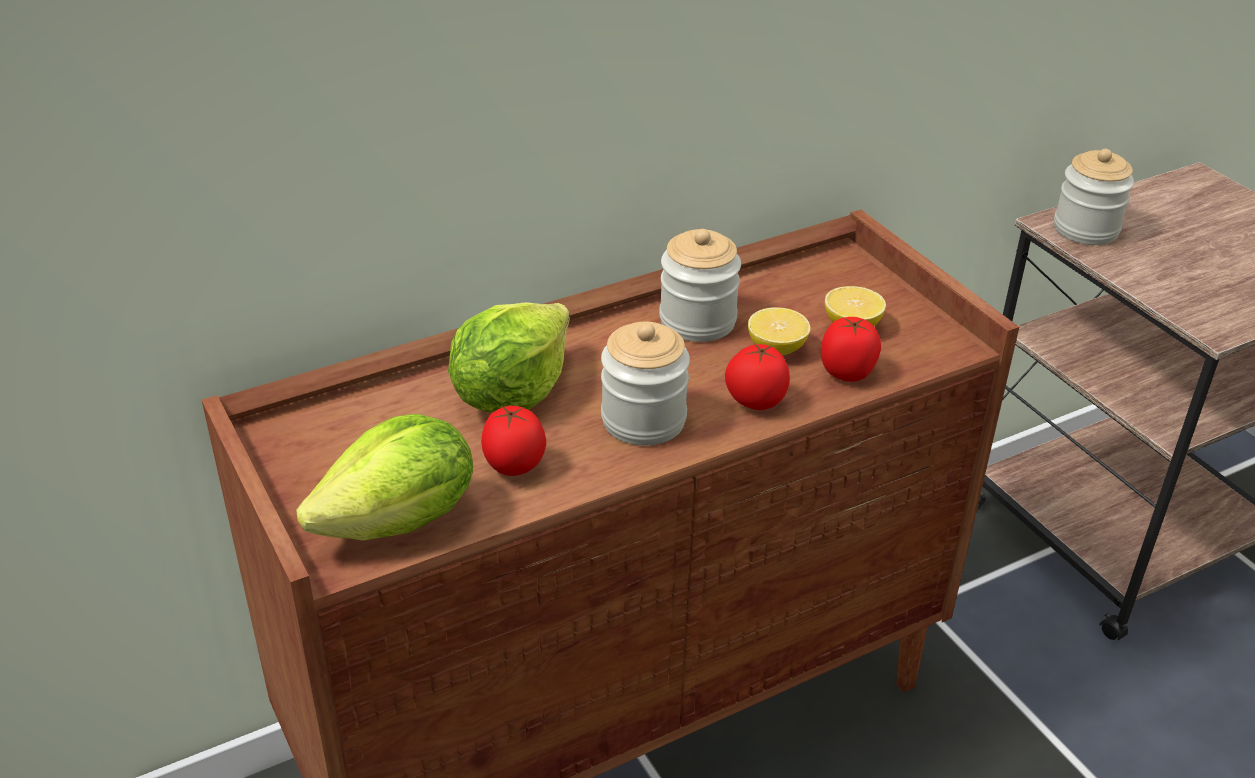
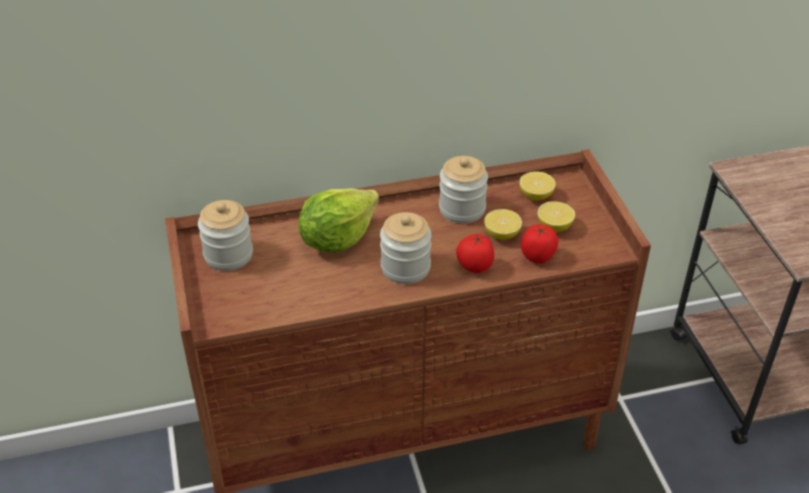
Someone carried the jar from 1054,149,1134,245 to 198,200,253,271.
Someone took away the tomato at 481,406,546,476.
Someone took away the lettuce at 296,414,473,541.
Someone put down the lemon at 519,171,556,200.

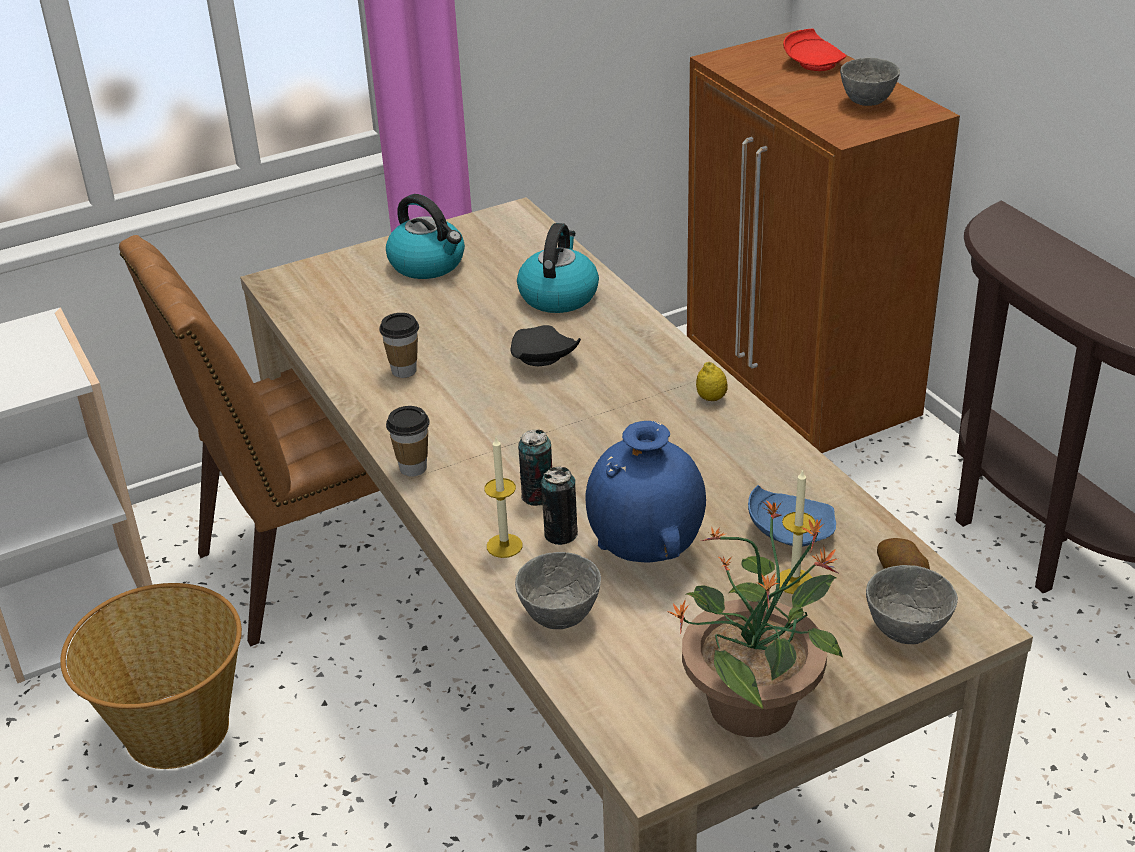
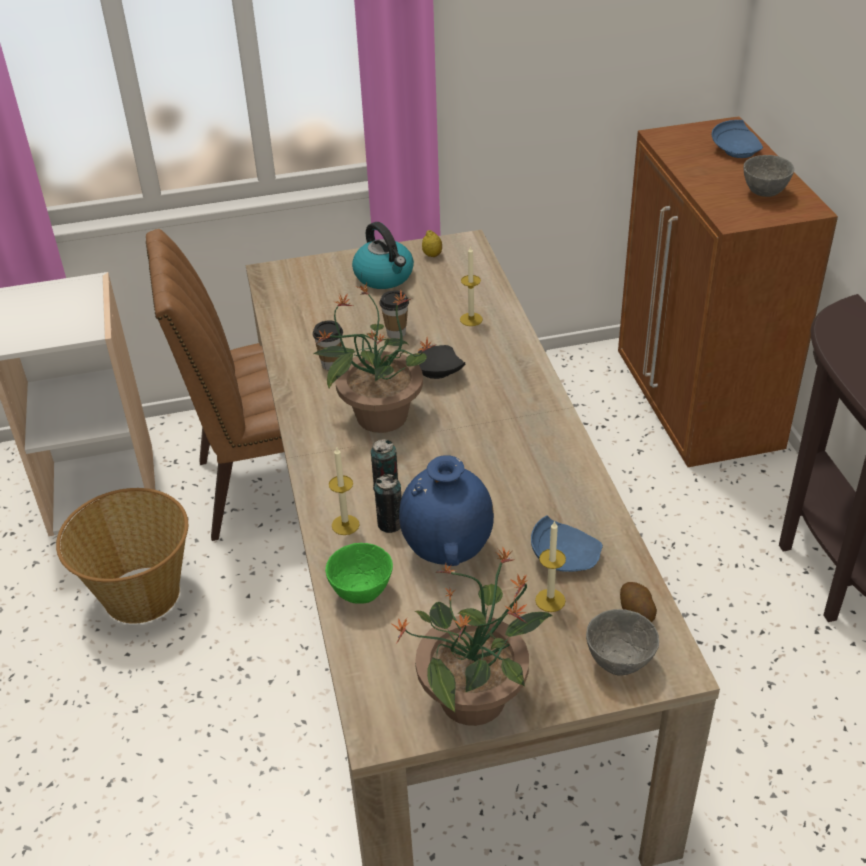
Someone repainted the red plate at 783,29,846,71, which became the blue plate at 712,120,763,158.
Someone swapped the kettle at 517,223,599,313 for the candle at 460,246,483,326.
Someone carried the lemon from 696,362,728,401 to 422,230,442,257.
Someone carried the cup from 386,406,430,476 to 379,290,409,339.
Someone repainted the grey bowl at 515,552,601,629, which became the green bowl at 325,543,393,604.
Someone put down the potted plant at 314,283,437,433.

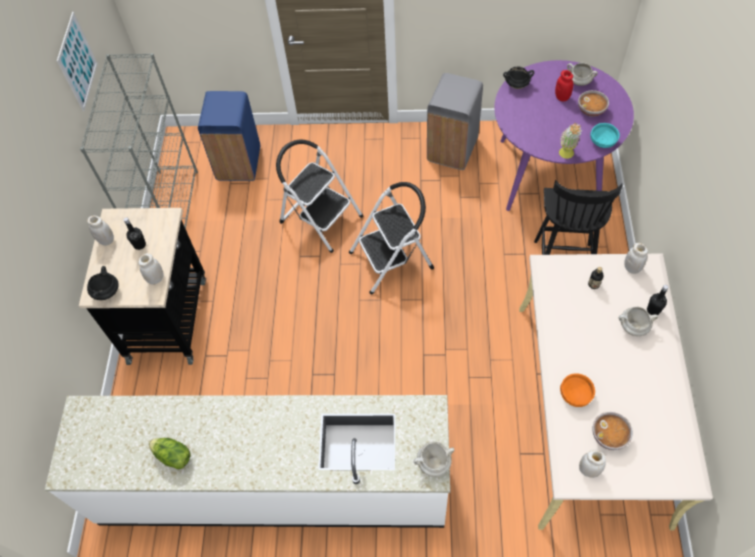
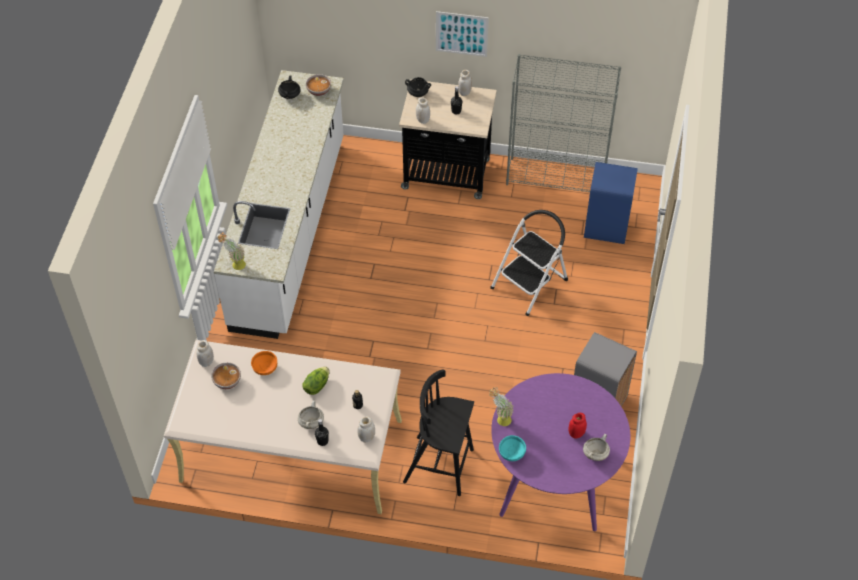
Someone carried the picture from 57,12,98,111 to 436,11,489,57.
Someone carried the black cooking pot from 503,67,534,89 to 278,75,301,99.
Someone carried the bowl from 578,90,609,117 to 306,74,331,96.
Someone took away the step ladder at 349,182,434,294.
Someone carried the lettuce from 148,438,191,469 to 302,367,330,395.
Someone swapped the white cooking pot at 414,441,455,477 for the potted plant at 217,232,246,270.

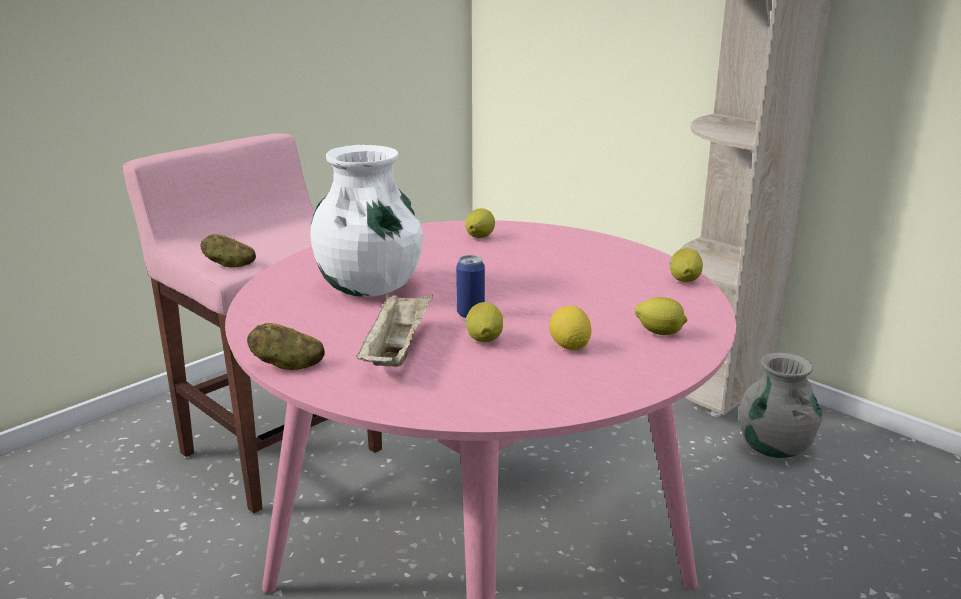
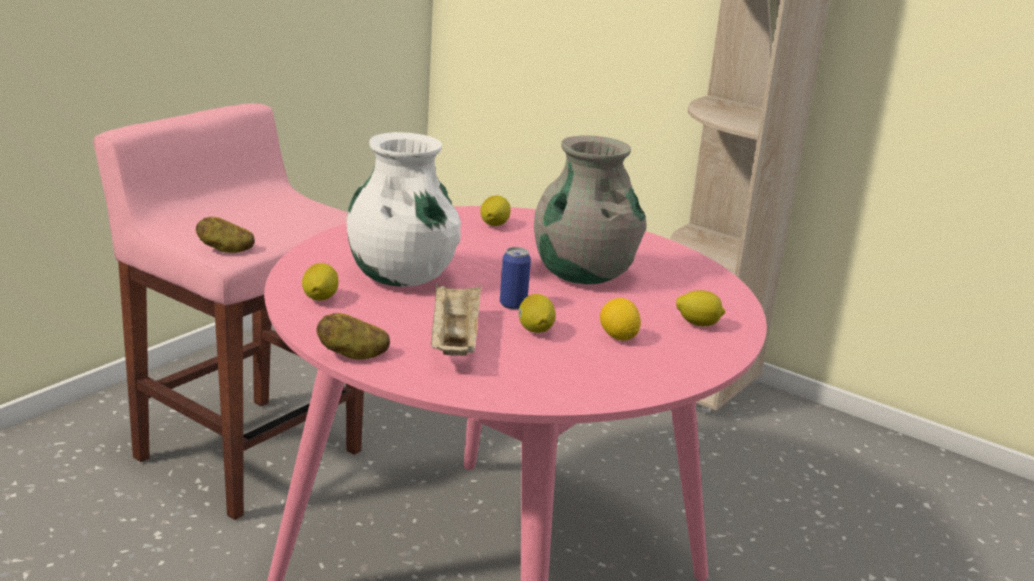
Someone carried the lemon from 670,248,703,282 to 302,263,338,301.
Someone carried the grey vase from 739,353,823,458 to 534,135,647,284.

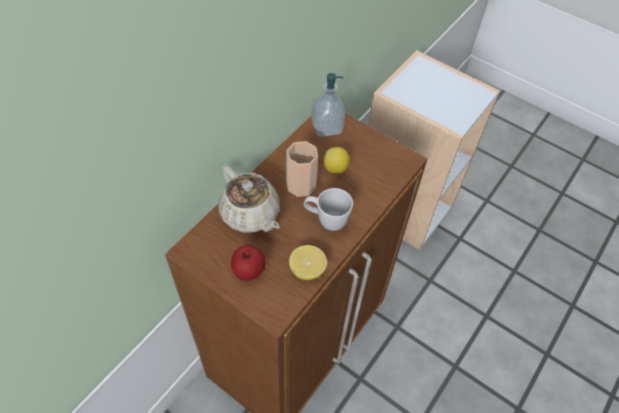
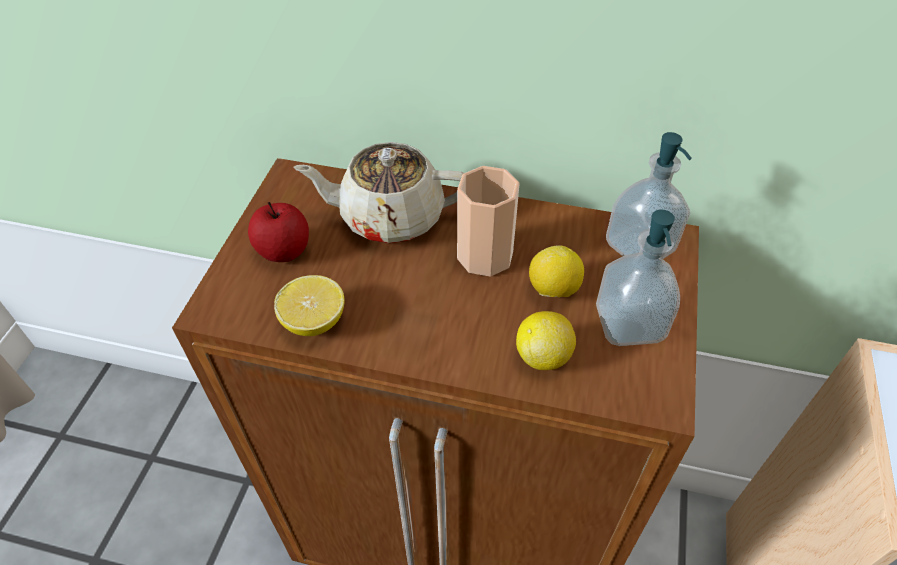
Someone rotated the beige teapot at 218,165,280,232 by 60 degrees clockwise.
Someone took away the white mug at 304,188,353,231.
Someone put down the soap dispenser at 596,209,680,346.
Someone put down the lemon at 516,311,576,370.

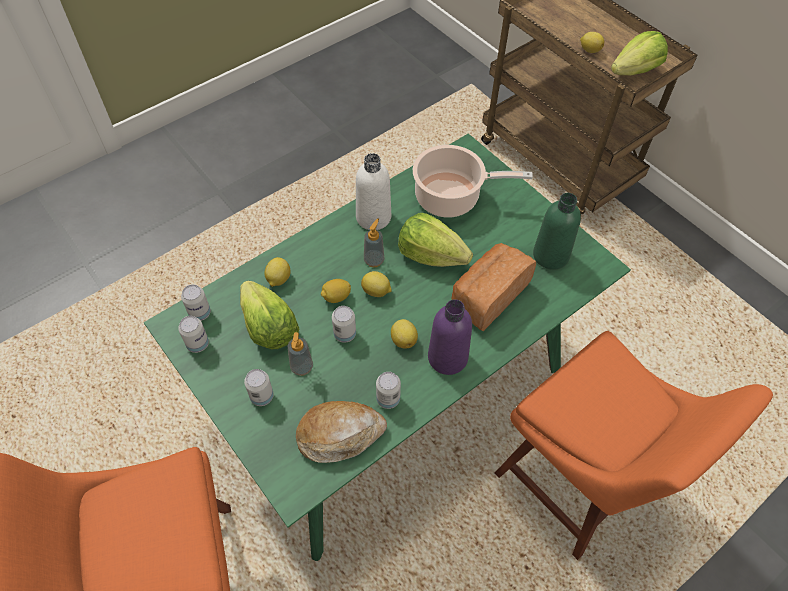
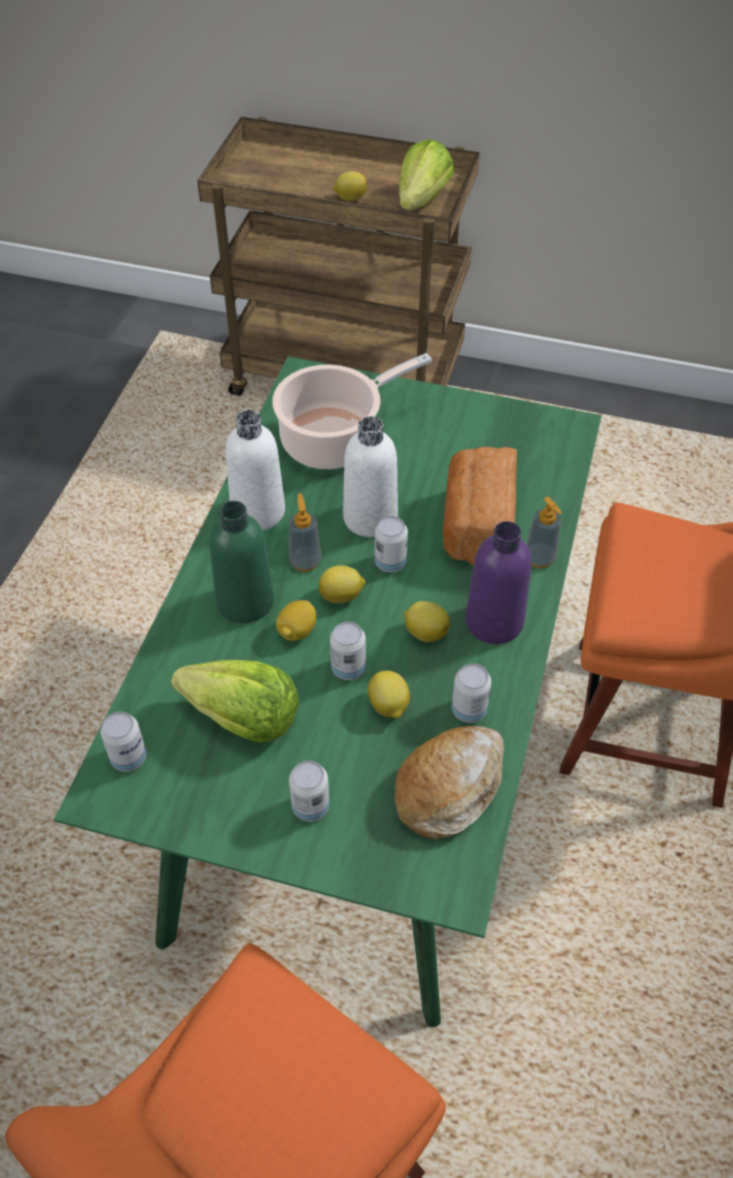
Someone carried the green bottle from 533,193,581,270 to 209,501,274,623.
Someone swapped the lettuce at 398,213,473,267 for the white bottle at 343,416,398,537.
Someone carried the lemon from 264,257,291,287 to 368,671,410,719.
Someone carried the can from 178,316,209,353 to 375,516,408,572.
Someone carried the soap dispenser from 288,332,313,376 to 527,497,562,568.

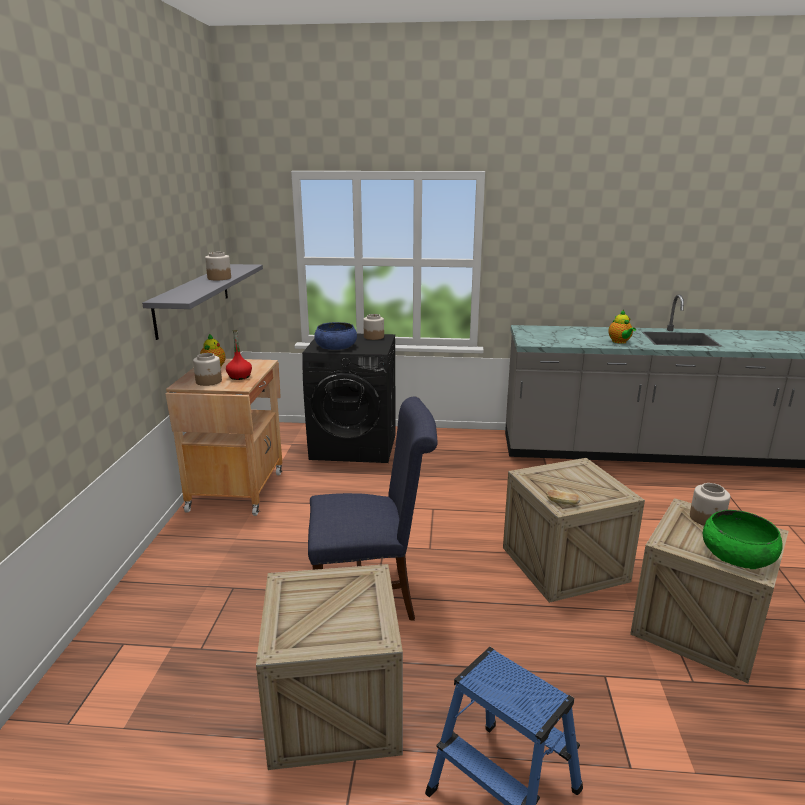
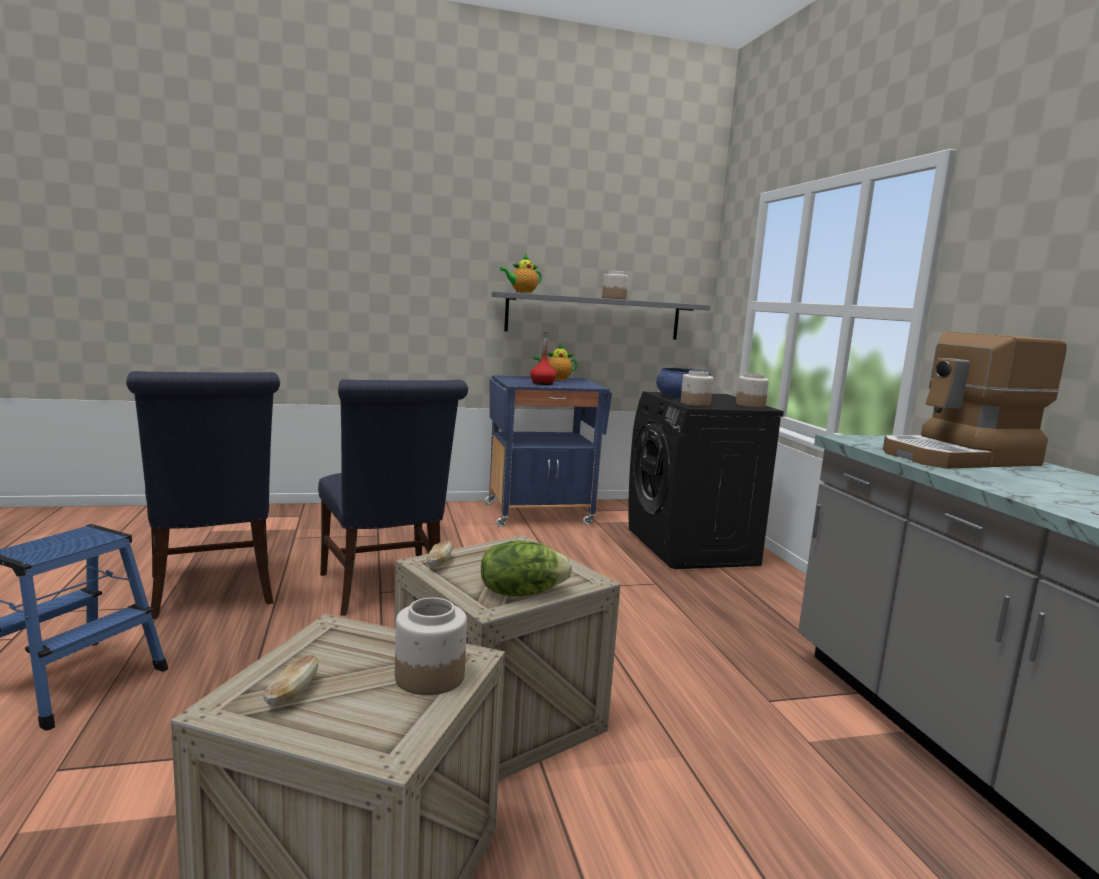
Someone carried the teapot from 608,310,636,344 to 500,254,542,293.
Someone carried the jar from 193,353,222,386 to 680,370,714,407.
Someone repainted the brown cart at 166,359,283,516, which became the blue cart at 485,375,612,527.
Someone swapped the green bowl at 703,510,783,569 for the bread at 263,655,318,706.
Someone swapped the crate at 256,564,403,770 for the blue chair at 126,371,280,619.
Someone put down the coffee machine at 883,332,1067,468.
Someone put down the lettuce at 481,540,572,597.

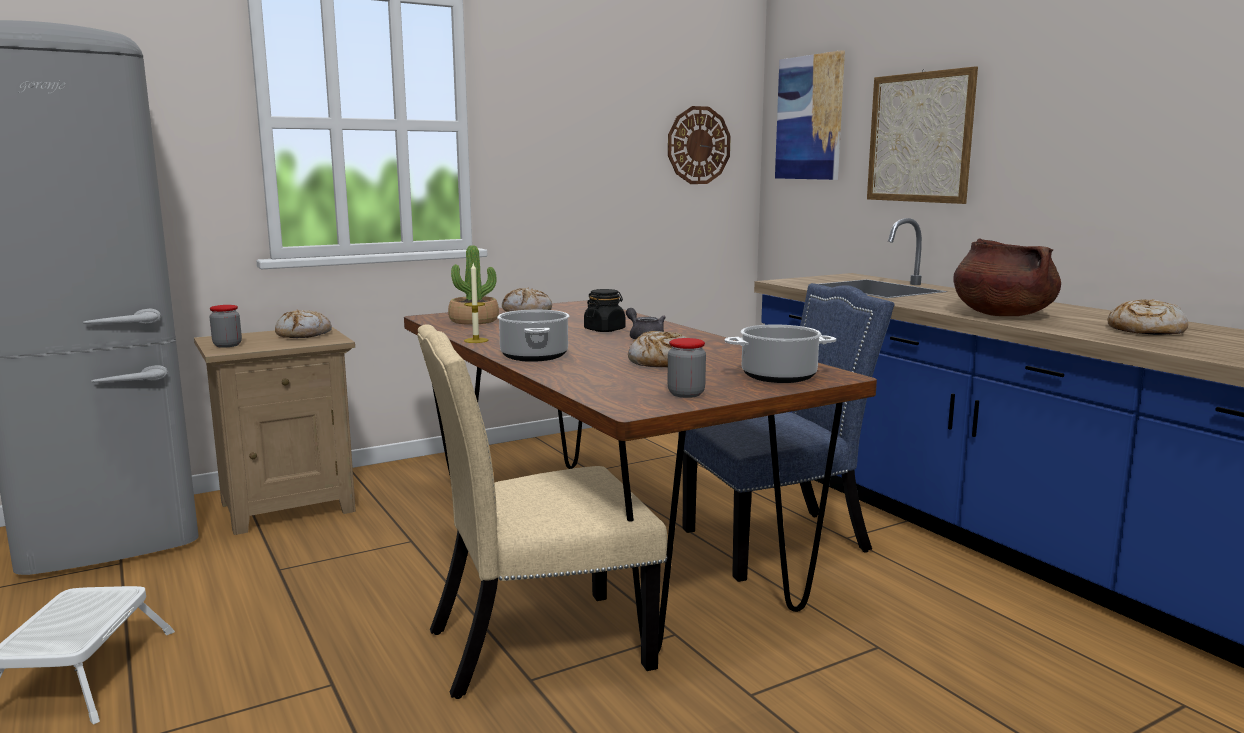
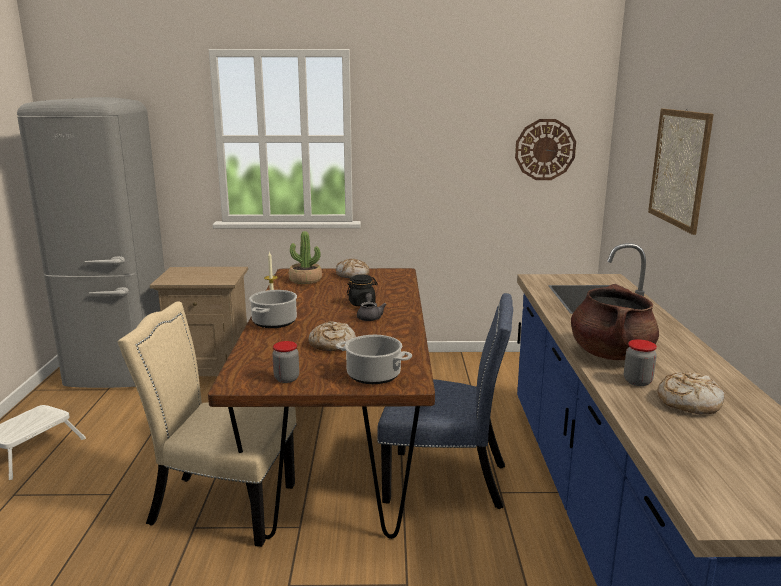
Someone took away the picture at 775,50,845,180.
Someone carried the jar from 210,305,242,348 to 624,339,657,386.
Someone took away the bread at 275,310,332,338.

